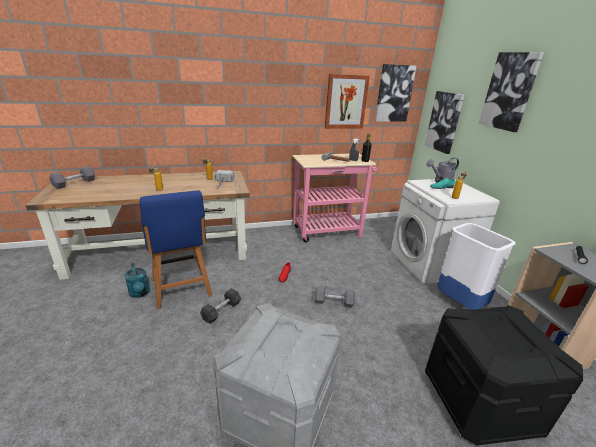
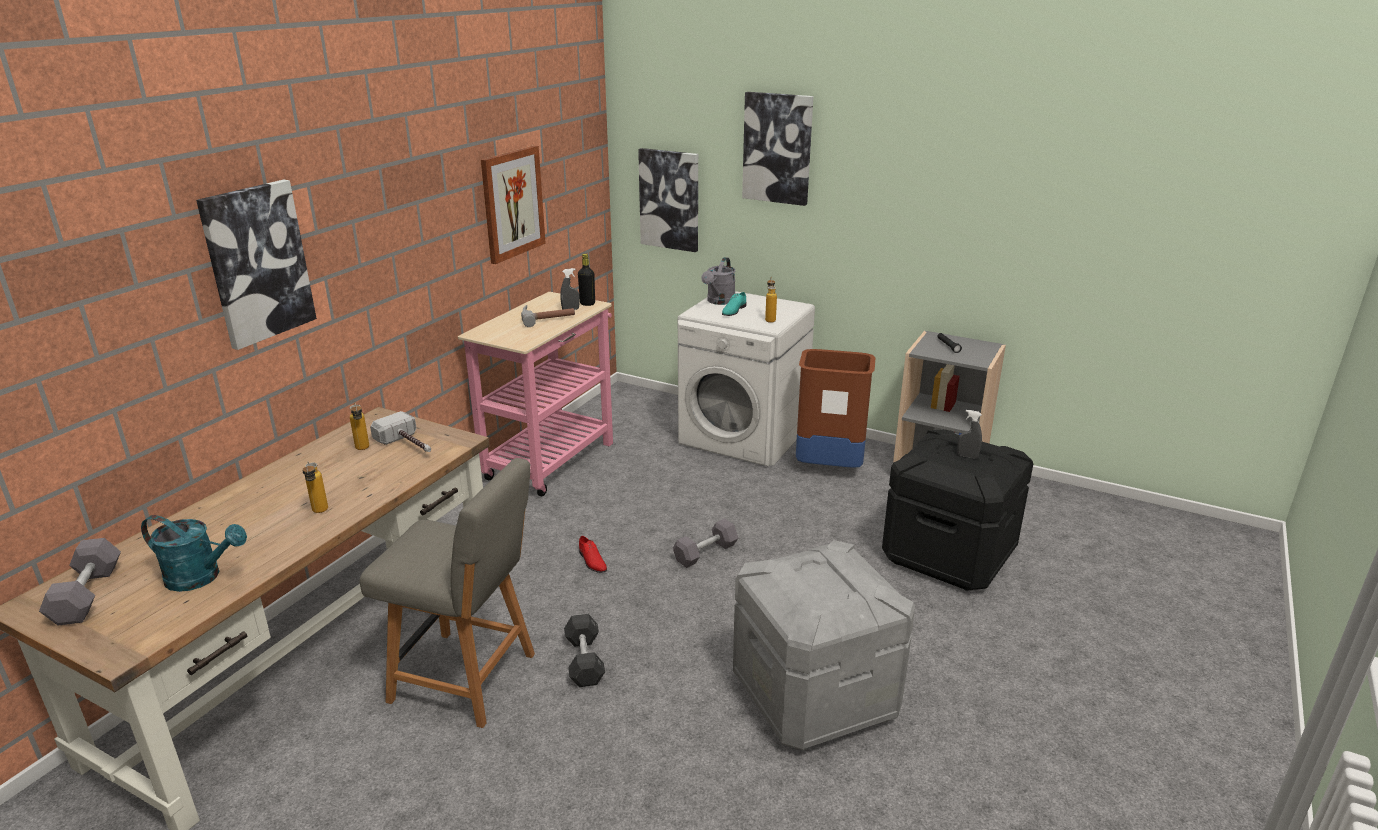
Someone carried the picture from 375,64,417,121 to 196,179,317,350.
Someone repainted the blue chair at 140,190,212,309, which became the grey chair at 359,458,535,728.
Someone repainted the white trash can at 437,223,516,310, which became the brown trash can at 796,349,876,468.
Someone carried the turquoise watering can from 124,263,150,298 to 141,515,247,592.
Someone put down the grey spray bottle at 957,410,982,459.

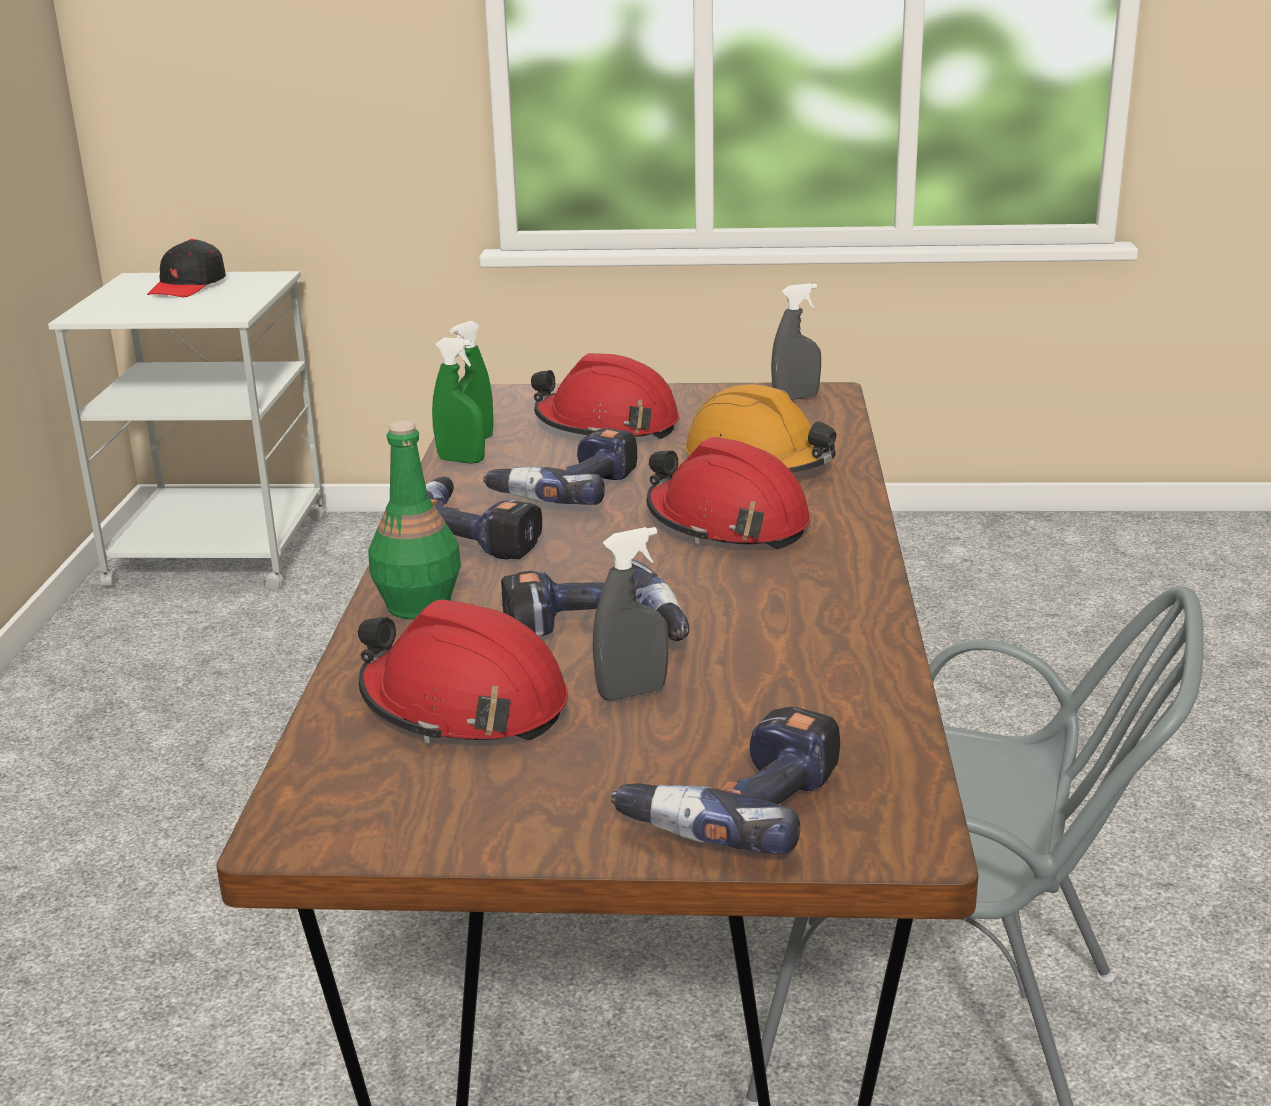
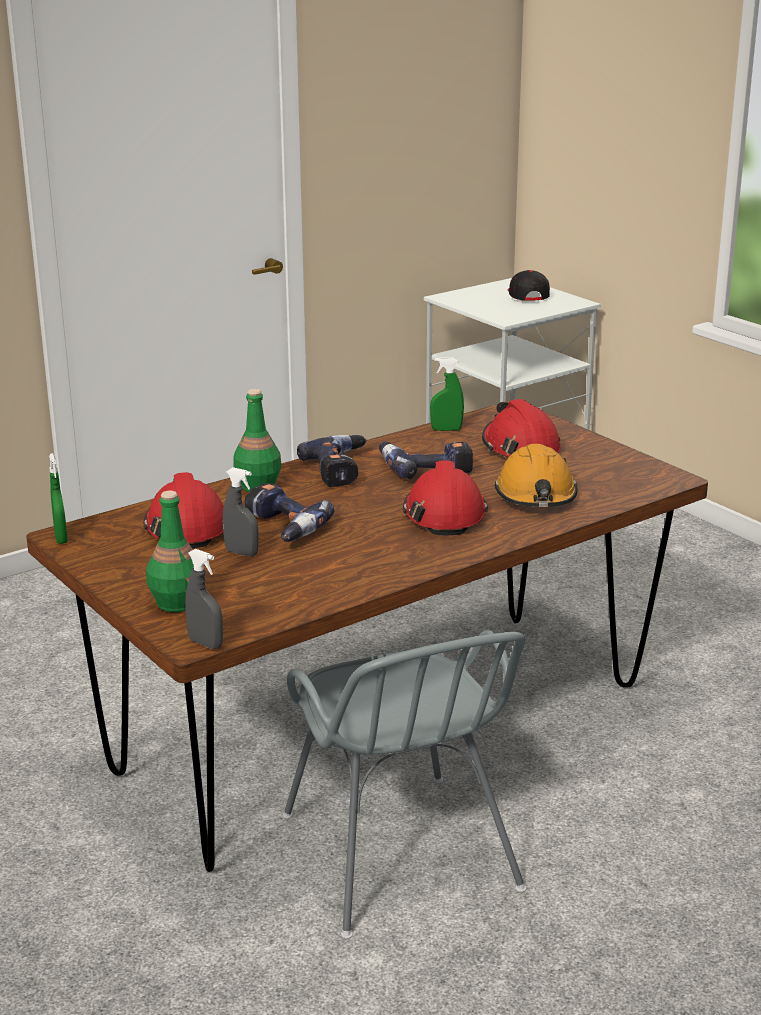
Someone rotated the black cap at 147,239,226,297 by 105 degrees clockwise.
Someone carried the grey spray bottle from 771,283,821,400 to 185,549,223,649.
Someone carried the green spray bottle from 432,338,485,464 to 49,453,68,544.
Someone swapped the power drill at 611,707,840,854 for the green bottle at 146,491,194,612.

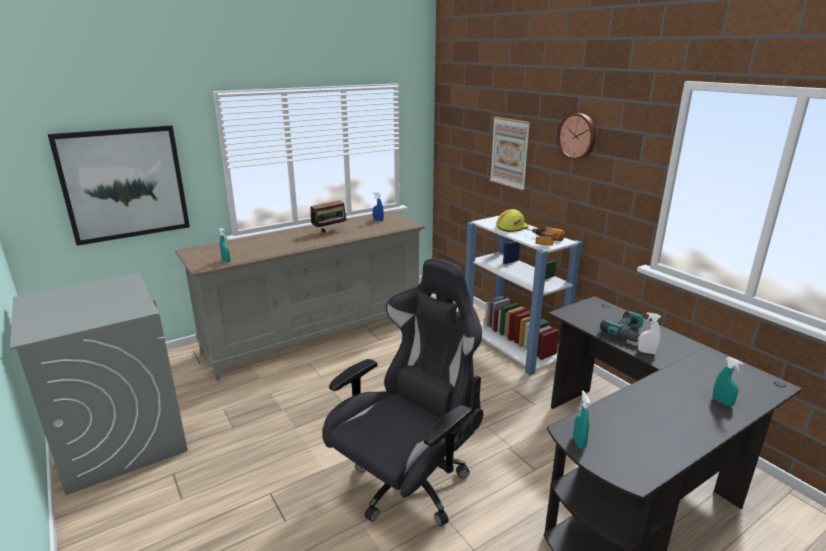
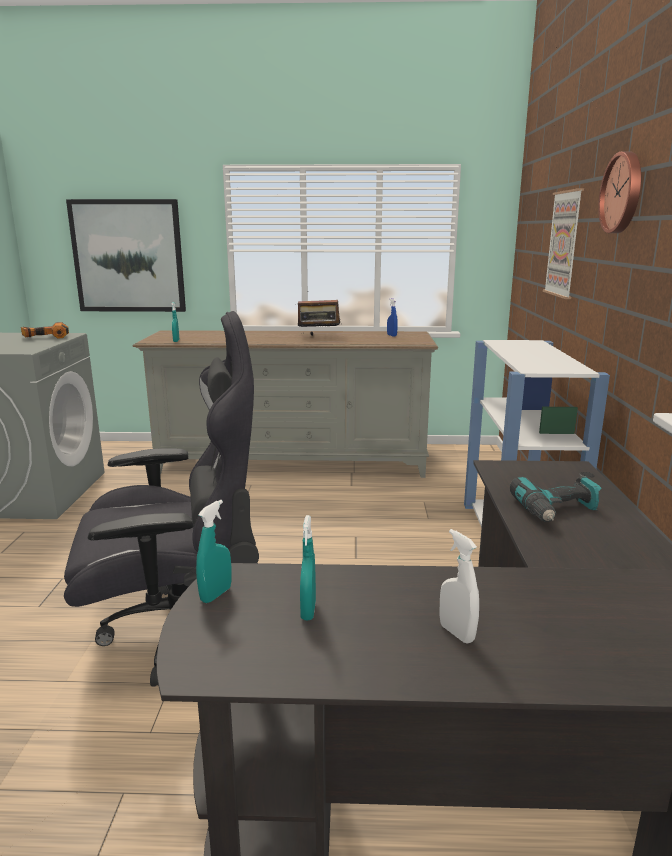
Someone took away the yellow hard hat at 496,209,529,232.
Someone carried the power drill from 526,227,565,246 to 21,322,69,339.
Someone carried the white spray bottle from 638,313,661,354 to 439,529,479,644.
Someone carried the turquoise spray bottle from 713,357,743,406 to 300,515,316,621.

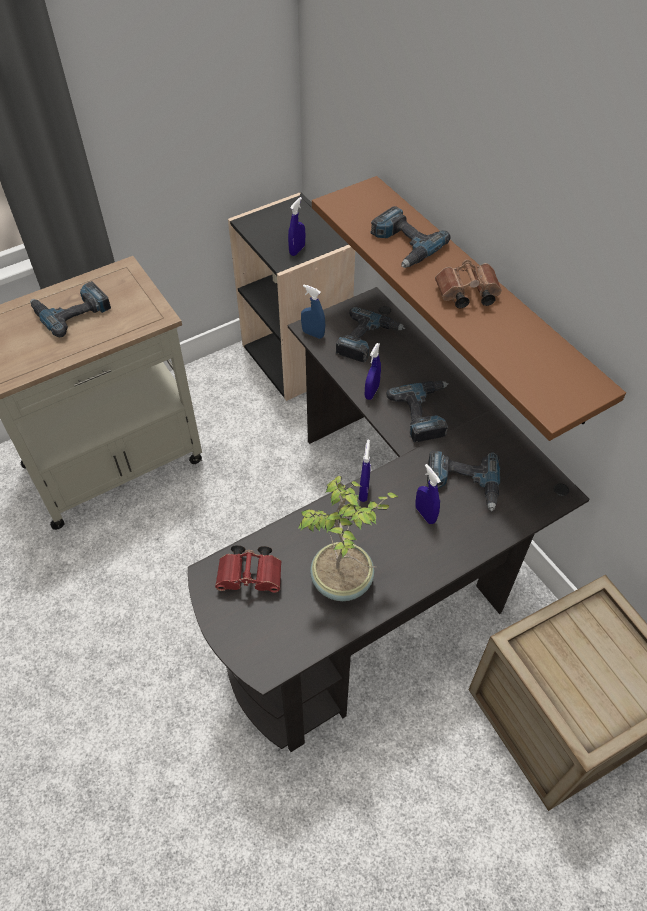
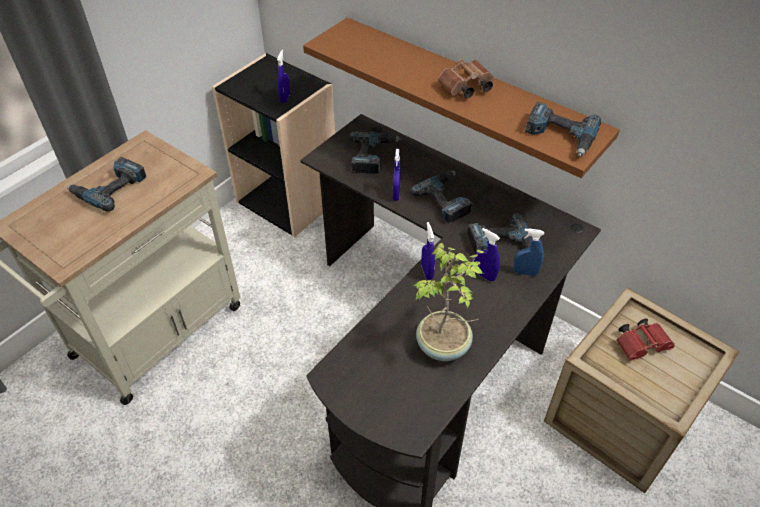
Someone carried the power drill from 370,206,451,268 to 525,102,601,156.
Someone carried the blue spray bottle from 301,285,325,339 to 514,228,544,276.
Someone carried the red binoculars from 215,545,282,593 to 617,318,675,361.

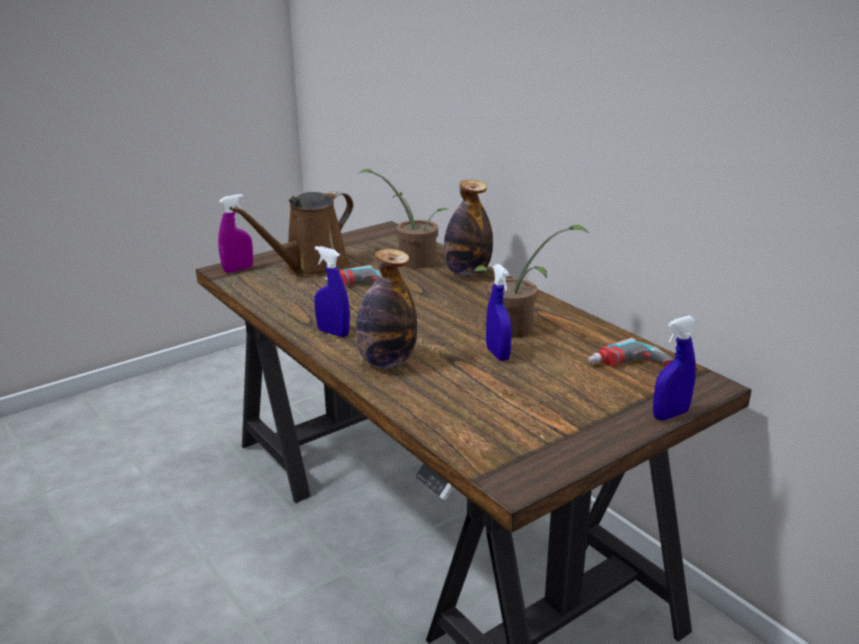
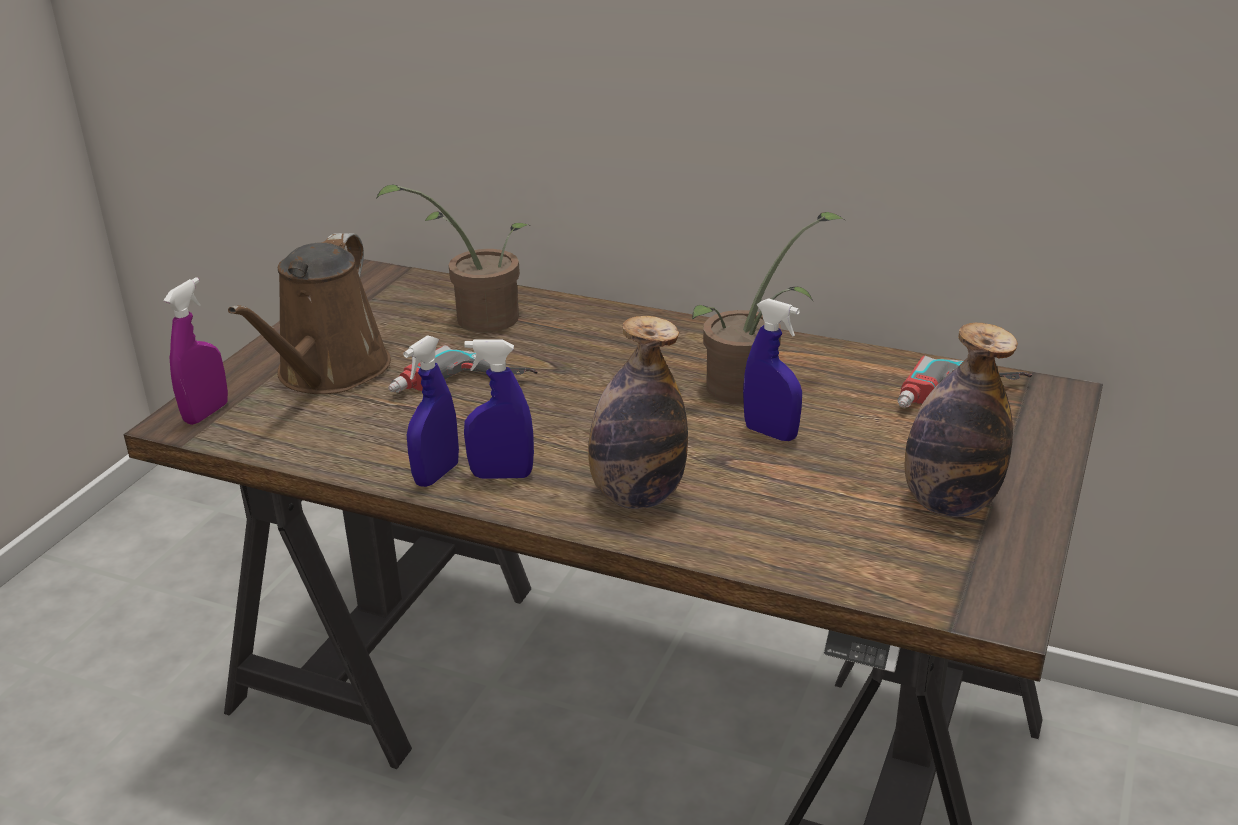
Someone carried the bottle from 444,179,493,277 to 905,323,1018,517.
Someone carried the blue spray bottle from 653,316,697,420 to 403,335,459,487.

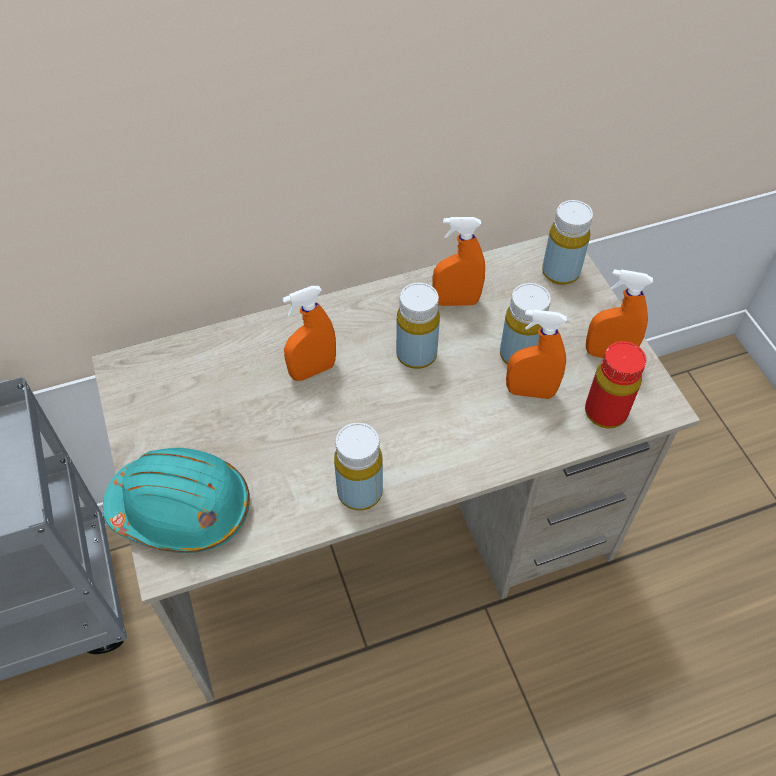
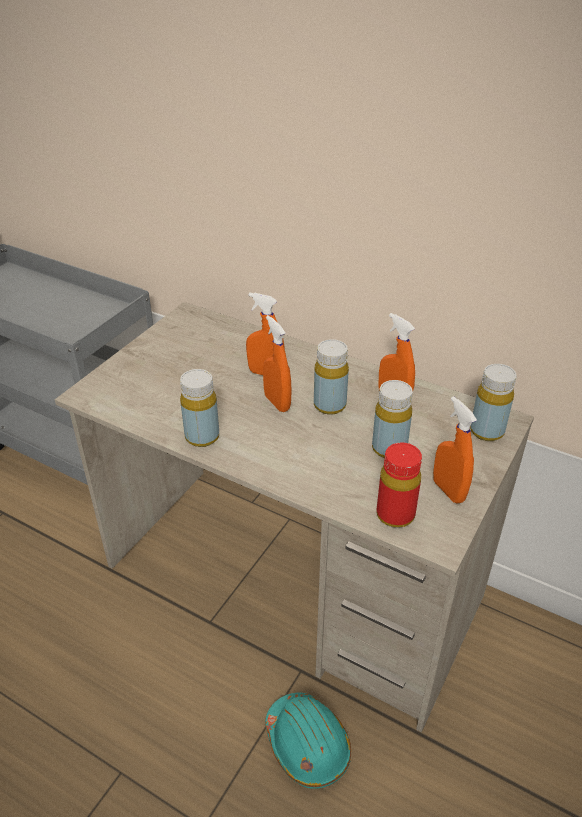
Someone carried the orange spray bottle from 506,310,567,399 to 263,315,291,412.
Someone carried the turquoise hard hat from 103,448,250,553 to 265,692,351,789.

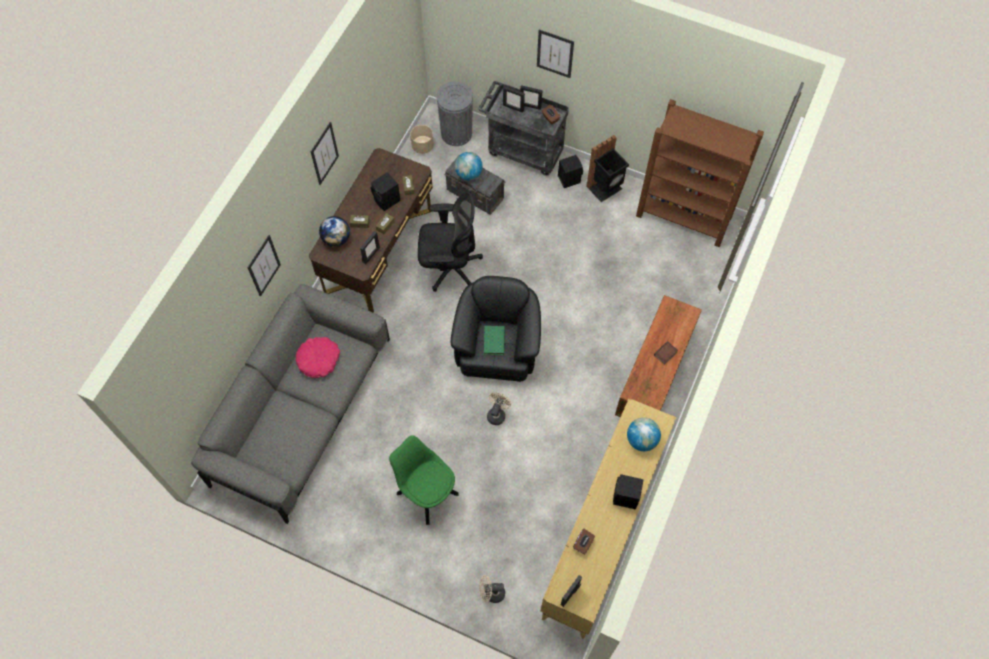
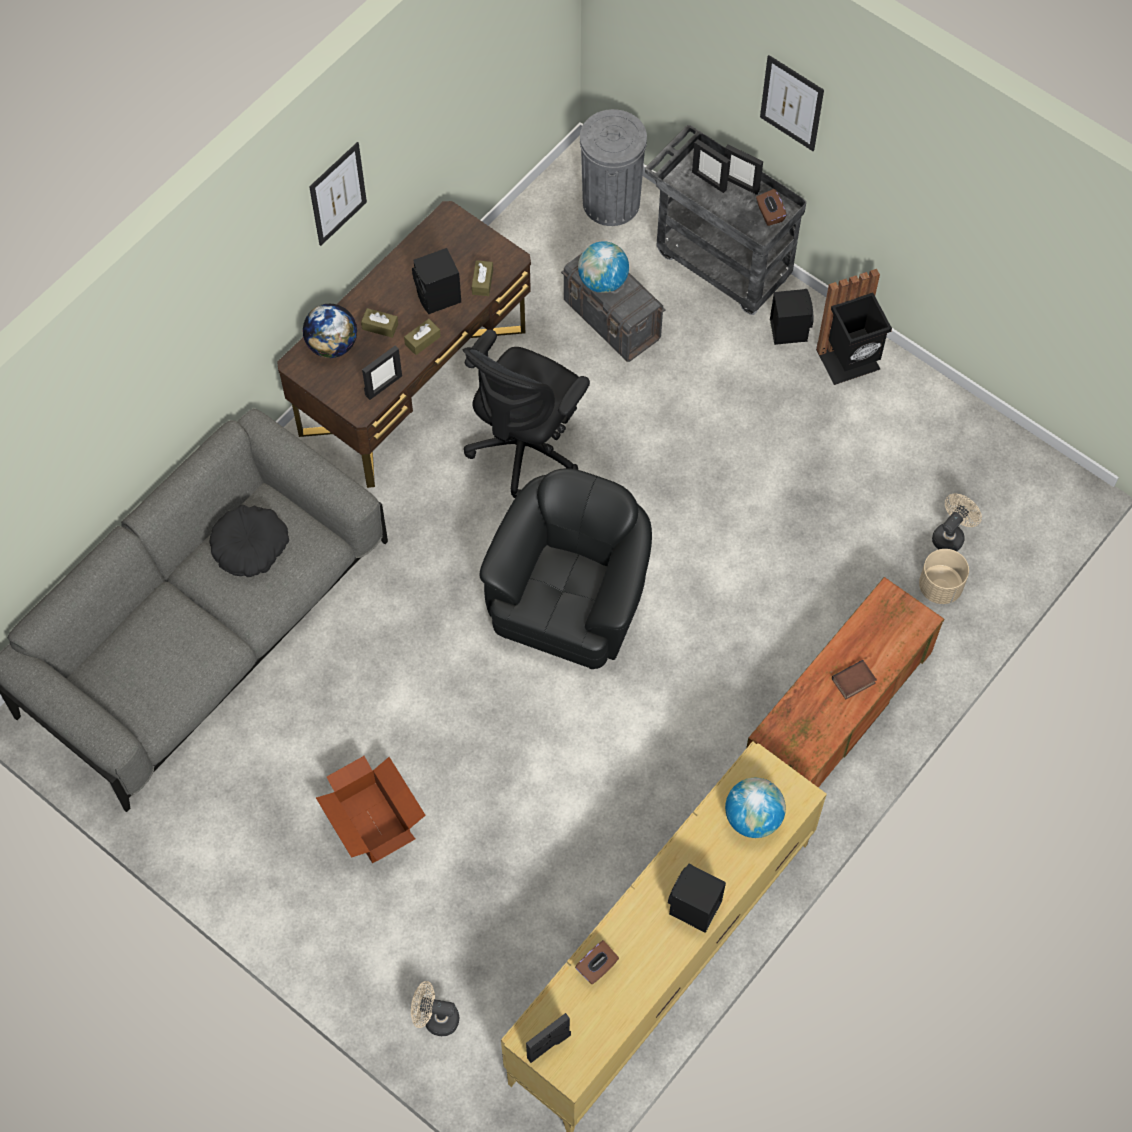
Someone took away the brown bookcase at 636,99,764,247.
Someone carried the beige planter from 410,125,434,154 to 919,549,969,604.
Someone rotated the black office chair at 418,191,483,292 by 105 degrees clockwise.
Someone took away the picture at 248,235,281,297.
Someone took away the green book at 484,326,505,355.
Someone repainted the pink pillow at 296,337,340,378, which became the black pillow at 209,505,289,577.
Someone carried the beige fan from 487,392,511,425 to 932,494,982,551.
Someone swapped the green chair at 389,435,458,525 for the cardboard box at 316,756,426,863.

